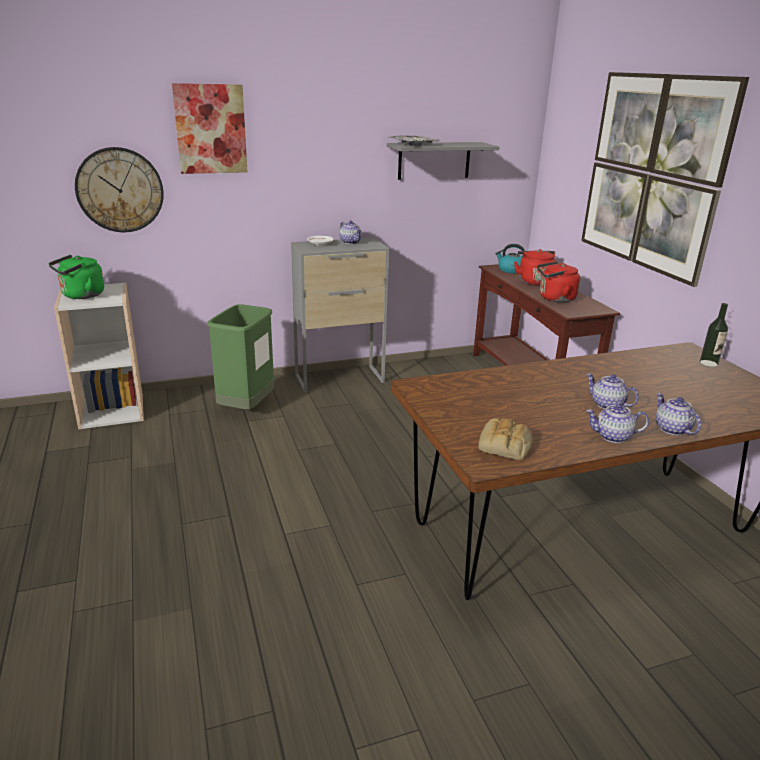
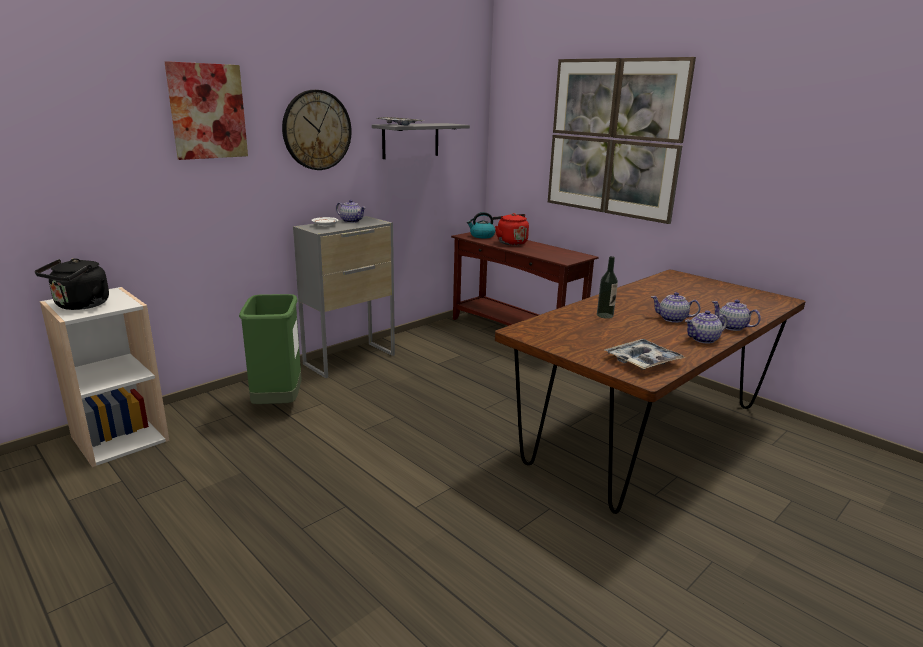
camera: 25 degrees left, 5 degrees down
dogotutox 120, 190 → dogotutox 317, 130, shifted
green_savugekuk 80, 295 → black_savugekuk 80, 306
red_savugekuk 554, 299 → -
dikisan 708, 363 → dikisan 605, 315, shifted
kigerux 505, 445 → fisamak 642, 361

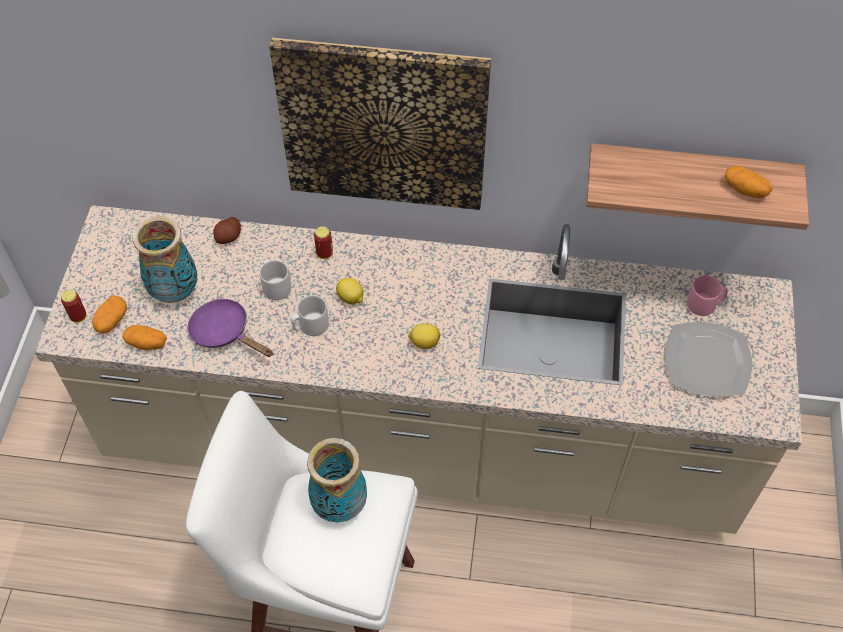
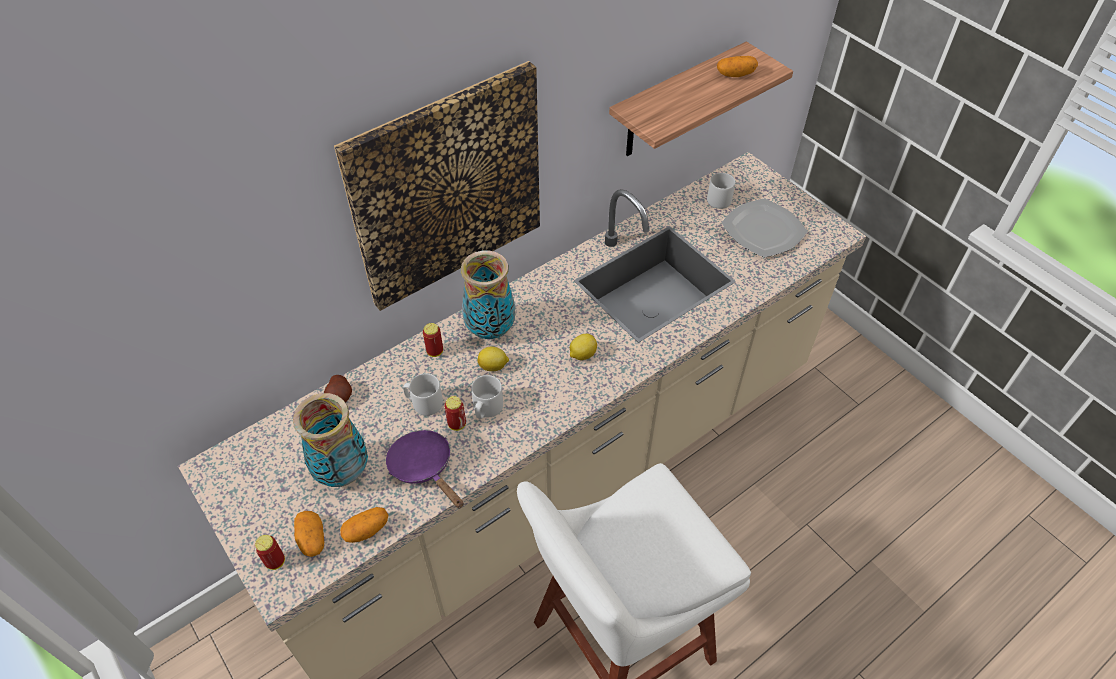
camera: 45 degrees left, 5 degrees down
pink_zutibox 704, 304 → grey_zutibox 721, 199
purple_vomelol 225, 333 → purple_vomelol 424, 468, 60 degrees clockwise
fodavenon 339, 505 → fodavenon 490, 330, shifted
- → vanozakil 457, 424

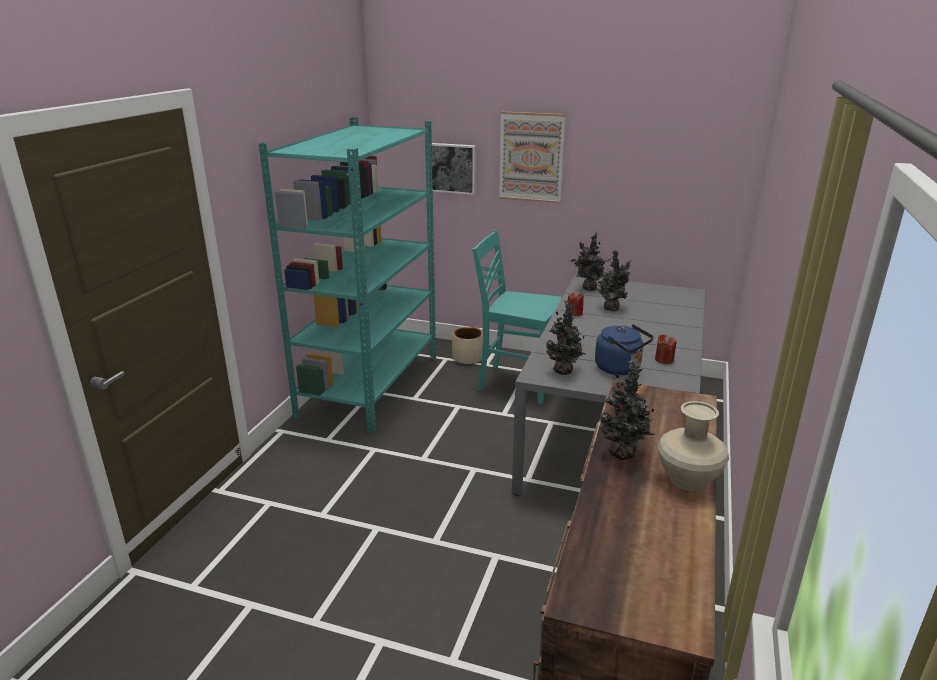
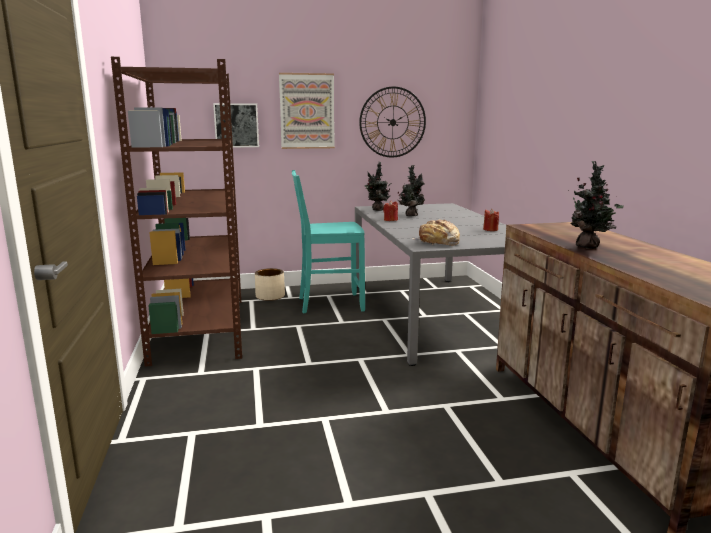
camera: 30 degrees left, 10 degrees down
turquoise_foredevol 370, 385 → brown_foredevol 200, 329
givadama 564, 372 → kigerux 438, 242
blue_savugekuk 620, 369 → -
beige_fodavenon 687, 479 → -
- → dogotutox 392, 122

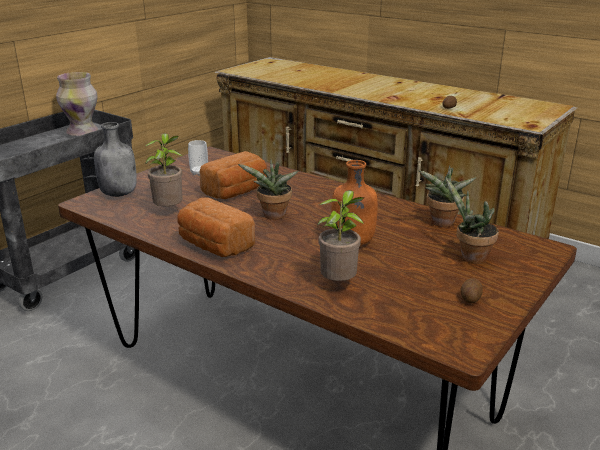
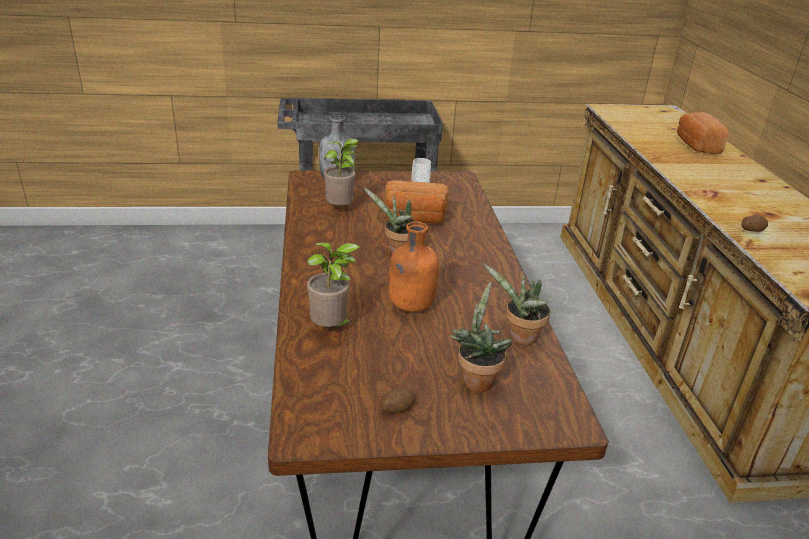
camera: 45 degrees right, 5 degrees up
fodavenon 82, 132 → -
kigerux 214, 245 → kigerux 695, 145, shifted

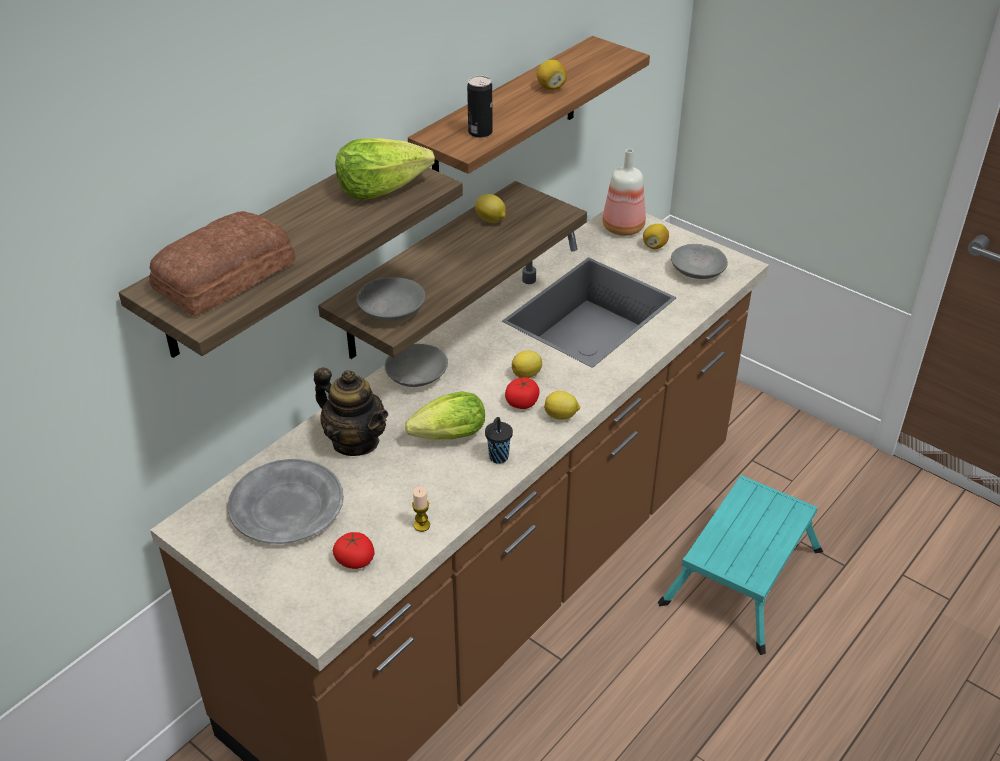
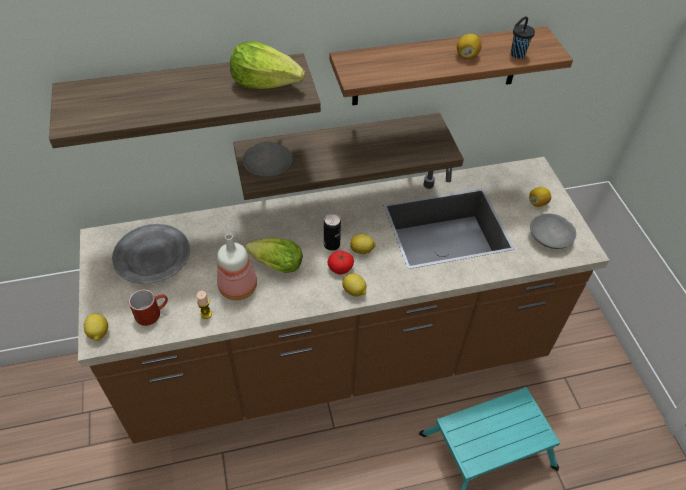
camera: 35 degrees right, 10 degrees up
vanozakil 480, 132 → vanozakil 331, 244, shifted
dikisan 622, 227 → dikisan 238, 286, shifted
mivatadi 491, 220 → mivatadi 98, 333, shifted
kigerux 222, 276 → -
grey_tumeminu 415, 376 → -
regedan 355, 441 → -
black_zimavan 498, 458 → black_zimavan 516, 55, shifted
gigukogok 355, 560 → red_zutibox 152, 312

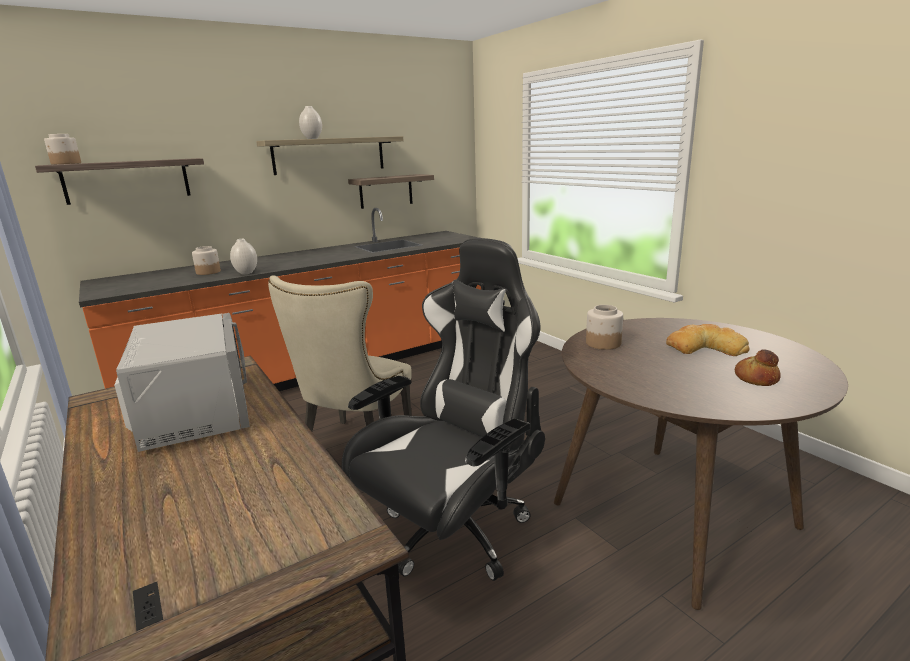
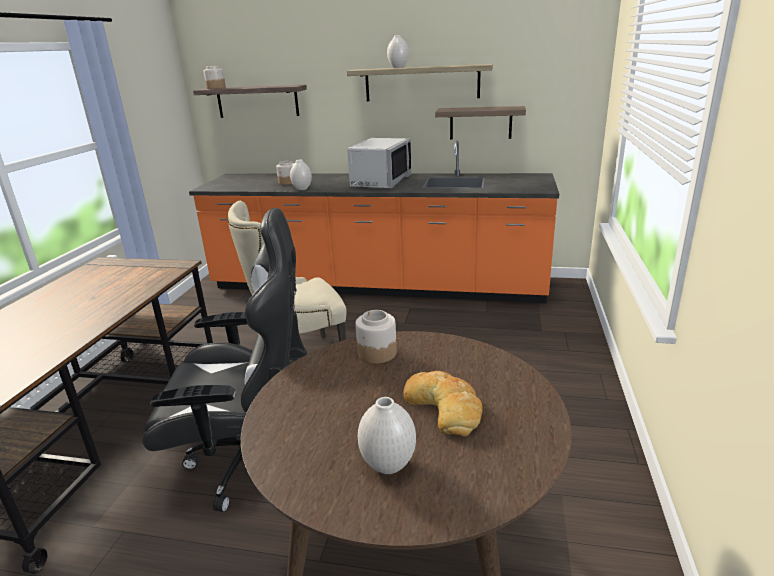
camera: 45 degrees right, 5 degrees up
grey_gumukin 194, 413 → grey_gumukin 380, 181, shifted
kigerux 755, 378 → white_fodavenon 387, 465

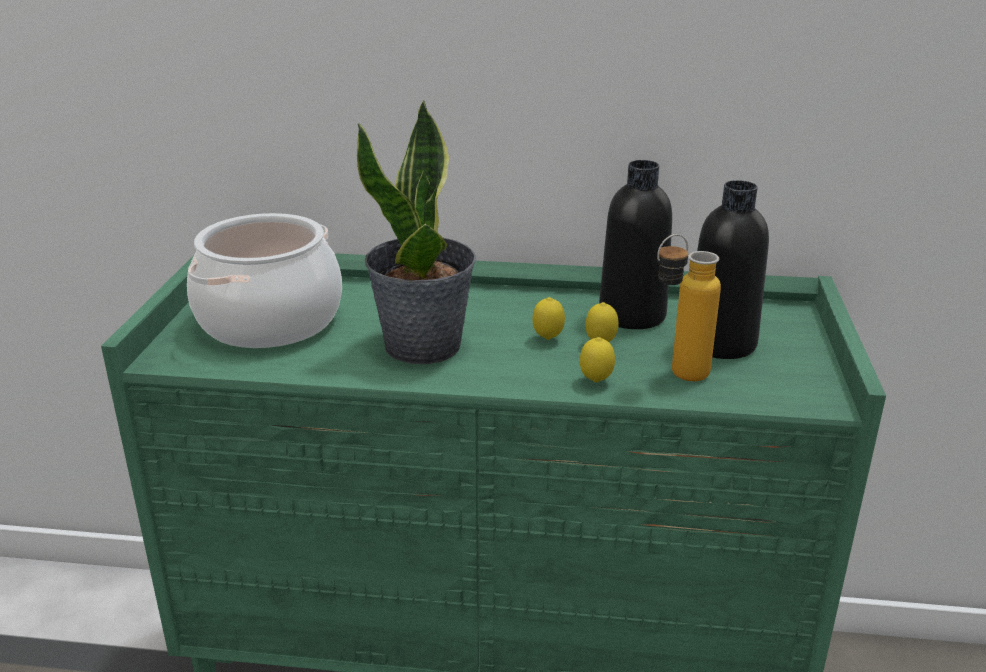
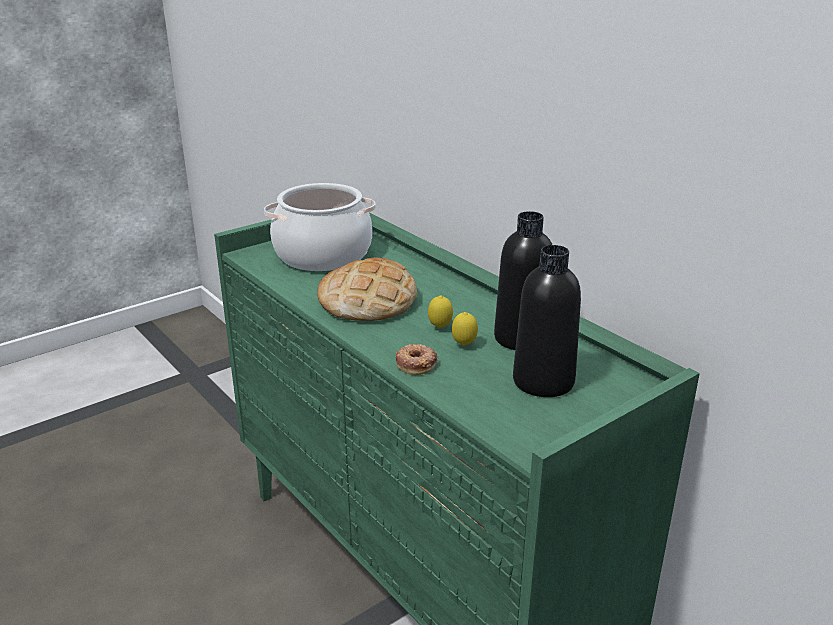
camera: 45 degrees right, 0 degrees up
givadama 424, 346 → kigerux 368, 300
dikisan 676, 376 → -
mivatadi 596, 382 → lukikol 416, 363

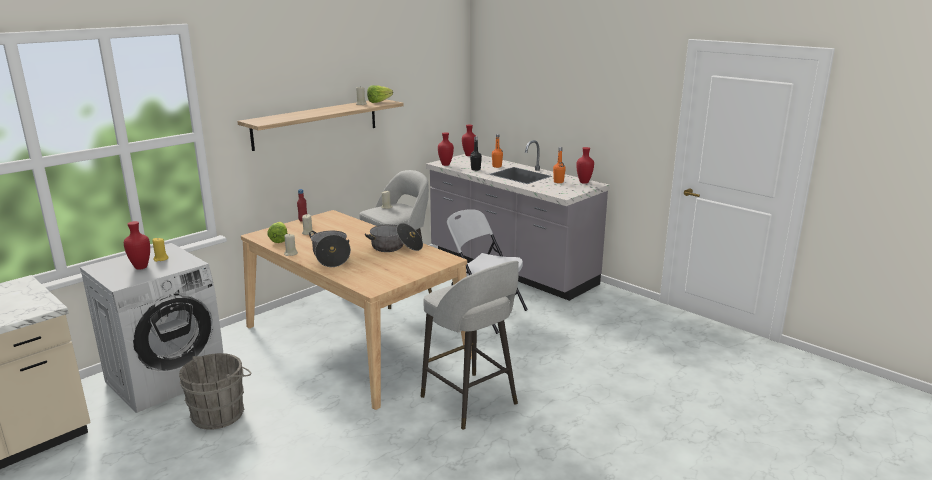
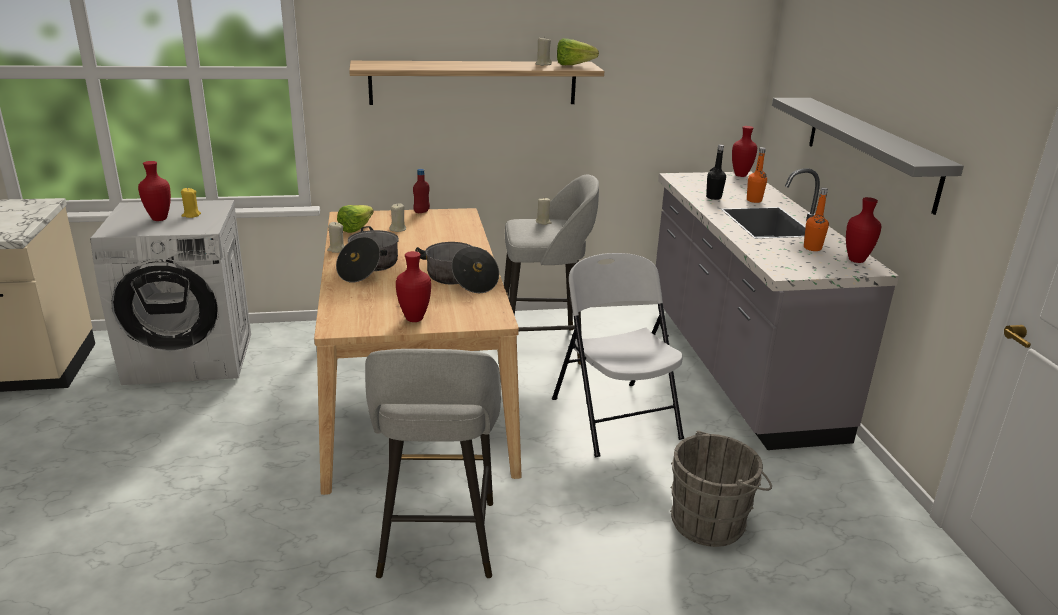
camera: 35 degrees right, 5 degrees up
red_fodavenon 445, 165 → red_fodavenon 413, 319, shifted
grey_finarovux 221, 413 → grey_finarovux 712, 521, shifted
- → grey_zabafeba 870, 151

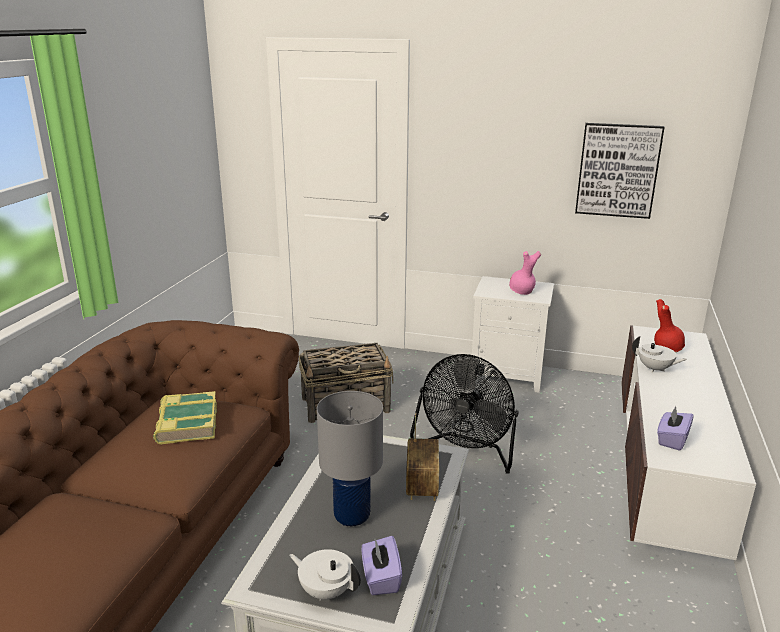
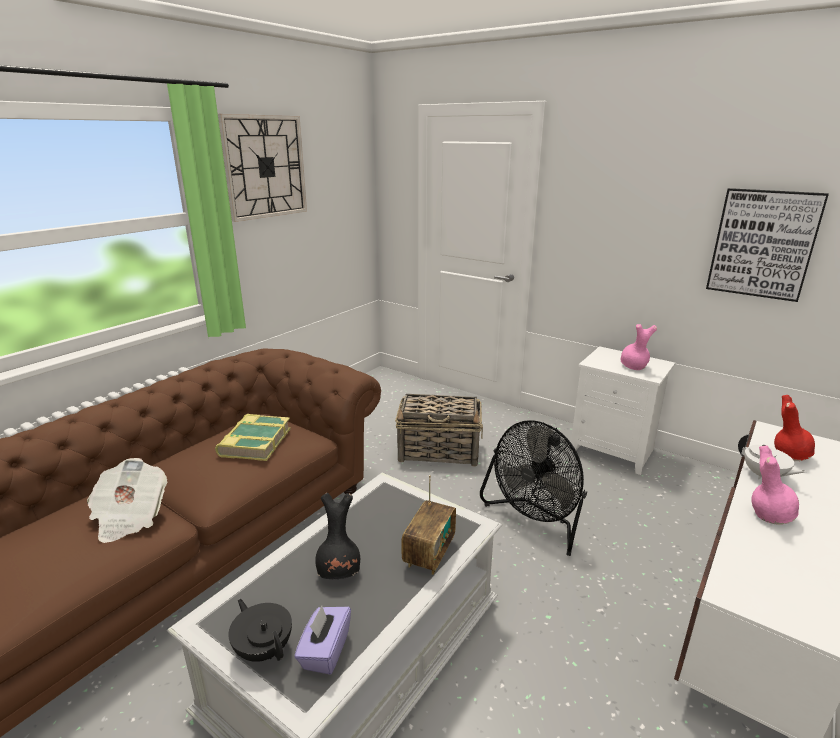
camera: 20 degrees right, 0 degrees up
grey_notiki 352, 517 → black_fodavenon 340, 572
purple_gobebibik 672, 439 → -
white_regedan 326, 590 → black_regedan 264, 648
- → dogotutox 265, 167
- → pink_fodavenon 768, 515
- → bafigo 130, 516

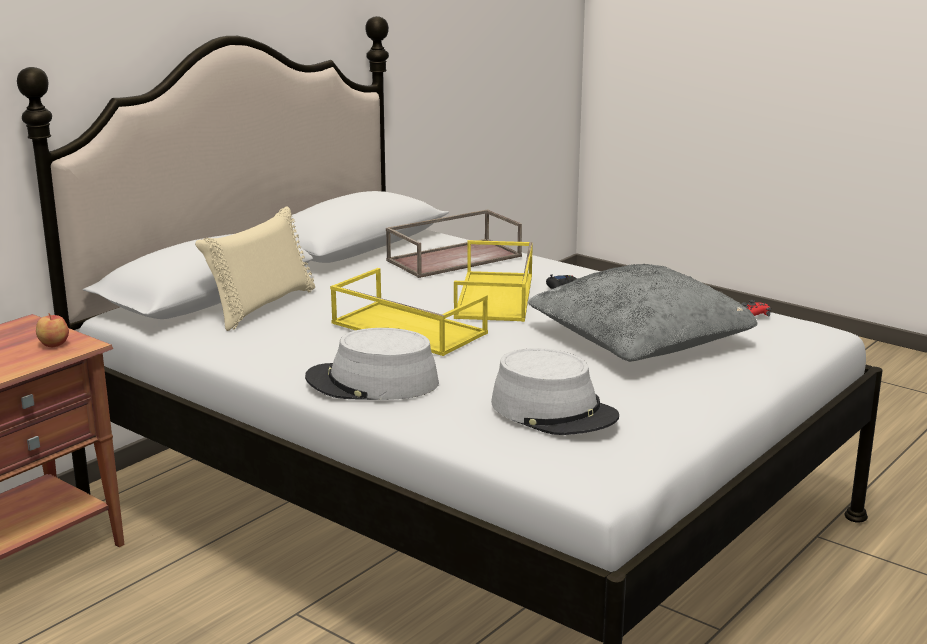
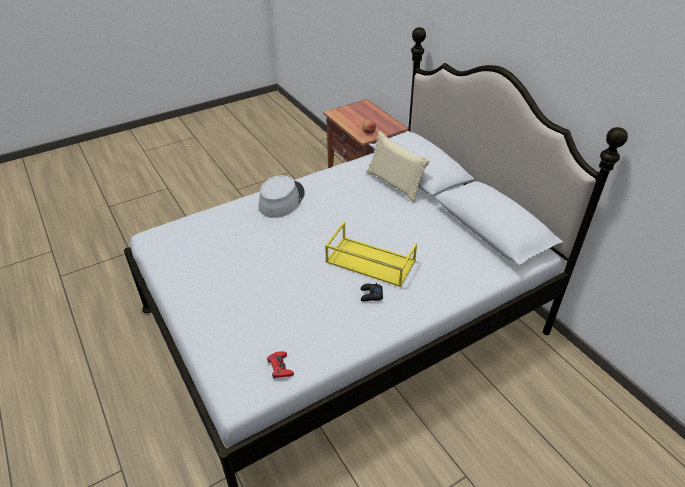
camera: 110 degrees right, 20 degrees up
brown_fisamak 454, 258 → -
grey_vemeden 641, 338 → -
yellow_fisamak 406, 328 → -
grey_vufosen 554, 411 → -

